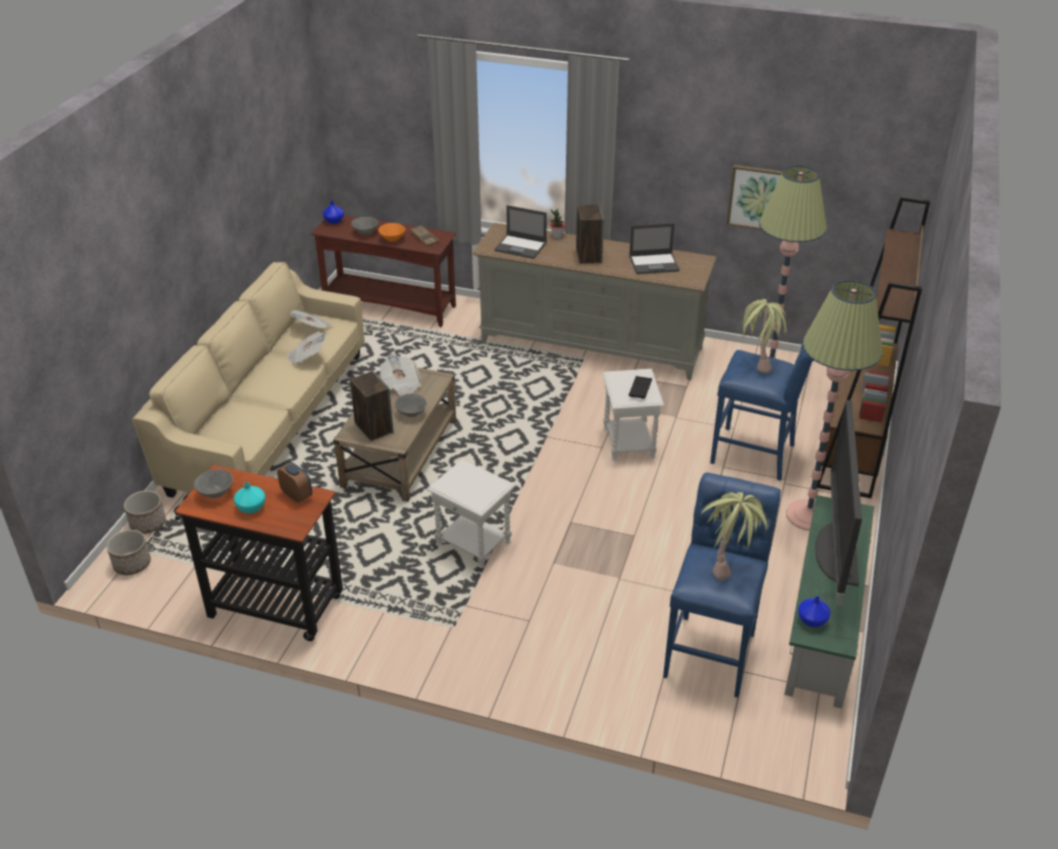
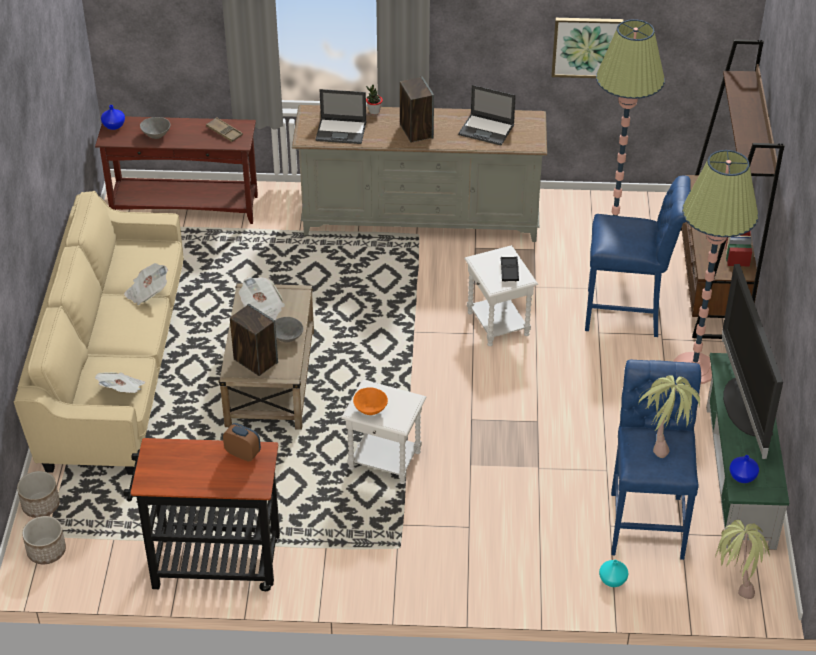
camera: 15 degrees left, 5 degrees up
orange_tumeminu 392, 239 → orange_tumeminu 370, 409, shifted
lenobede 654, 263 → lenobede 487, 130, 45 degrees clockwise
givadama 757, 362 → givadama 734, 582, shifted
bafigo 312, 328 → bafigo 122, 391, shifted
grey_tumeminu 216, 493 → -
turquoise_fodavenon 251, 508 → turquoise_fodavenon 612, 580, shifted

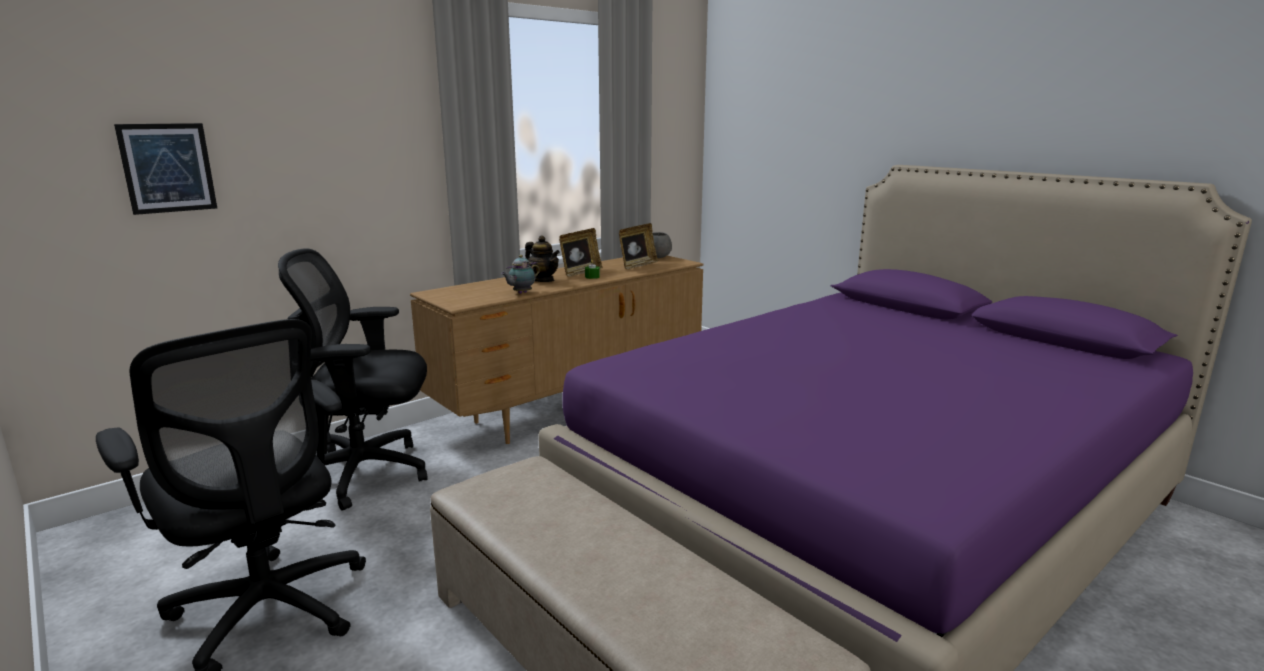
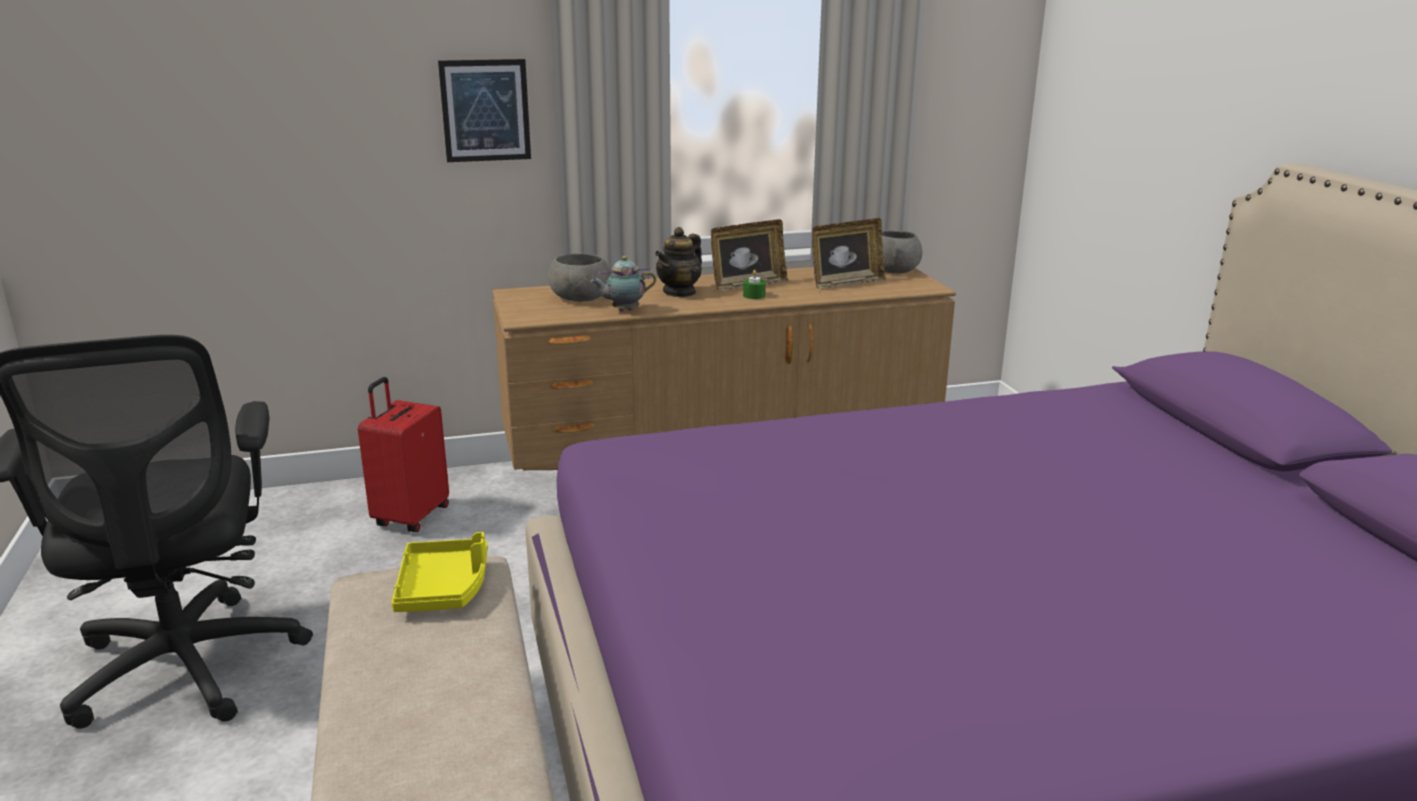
camera: 25 degrees right, 5 degrees up
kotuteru 168, 168 → kotuteru 485, 110, shifted
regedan 543, 280 → regedan 679, 292, 60 degrees clockwise
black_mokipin 371, 471 → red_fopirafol 410, 517
- → grey_tumeminu 581, 298
- → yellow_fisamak 443, 588

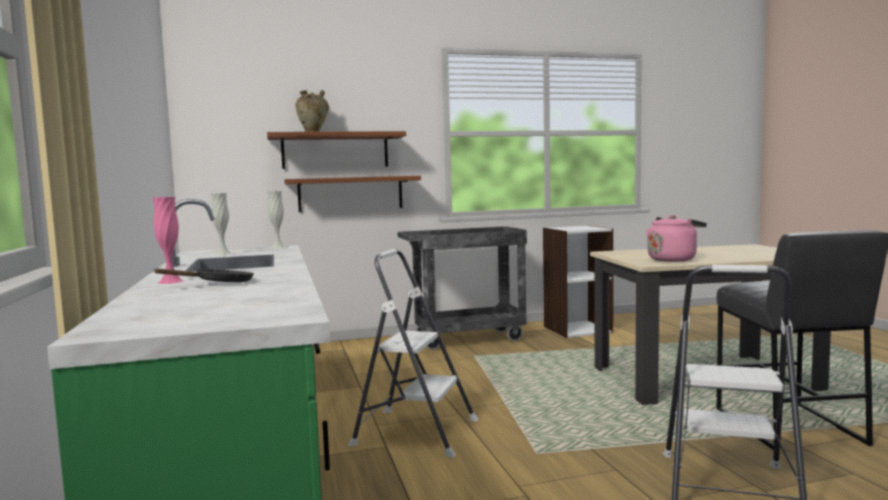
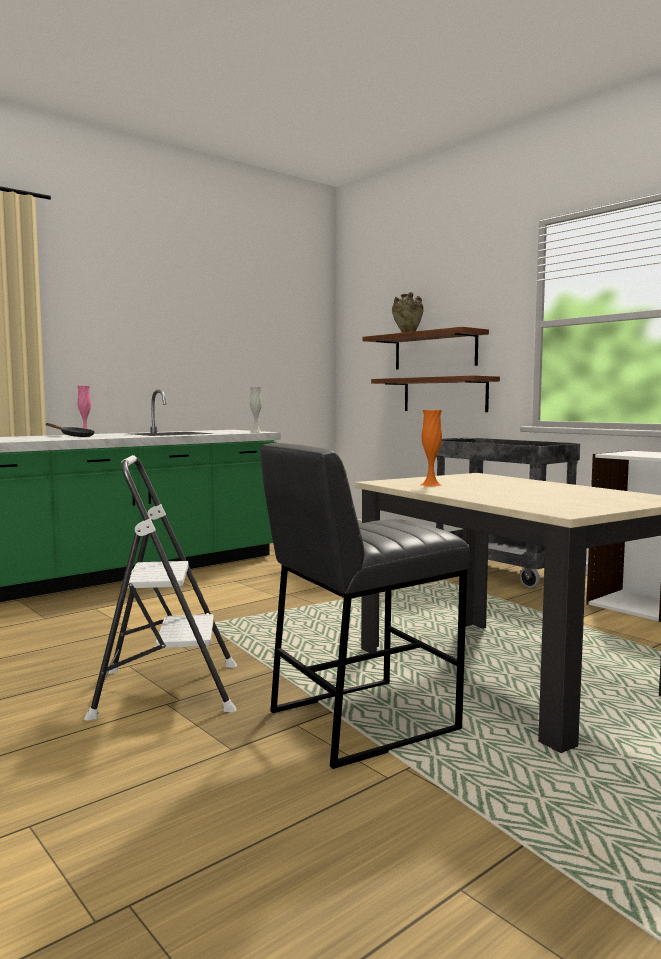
camera: 65 degrees right, 0 degrees up
white_fodavenon 223, 254 → -
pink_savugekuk 673, 259 → orange_fodavenon 430, 485
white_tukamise 412, 431 → -

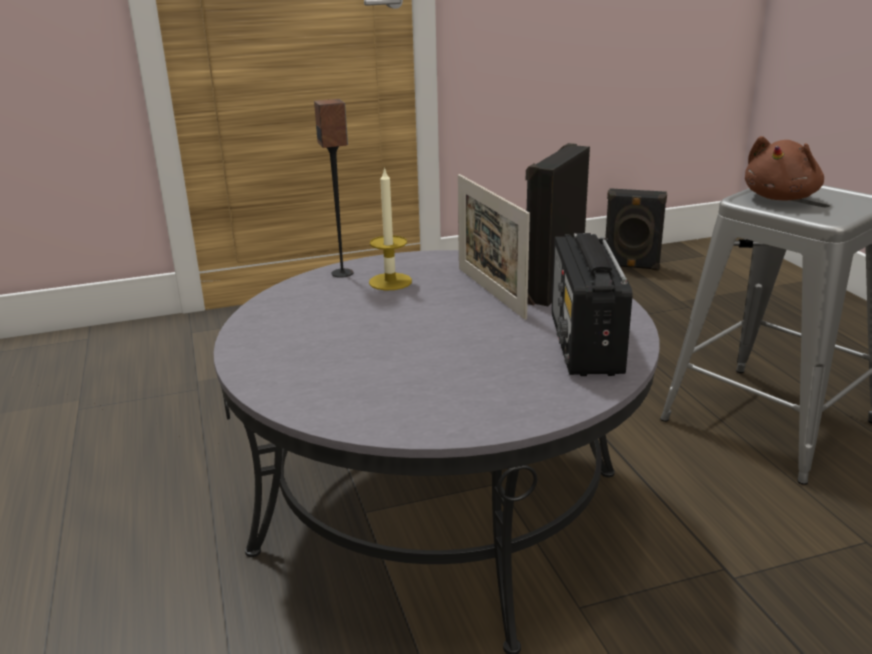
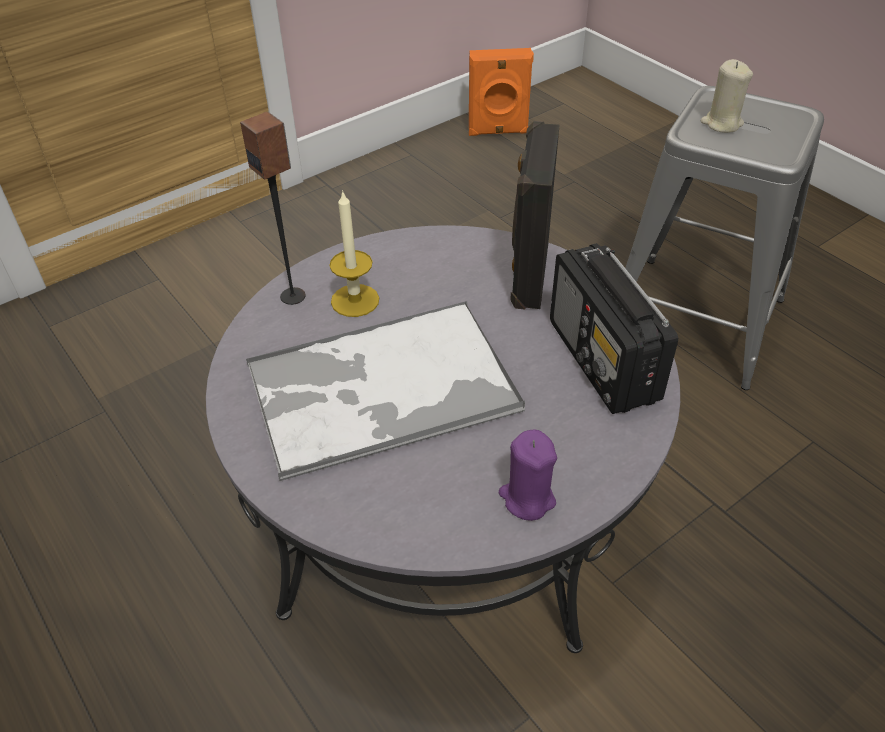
camera: 20 degrees left, 20 degrees up
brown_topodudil 781, 198 → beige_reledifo 721, 123
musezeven 490, 292 → -
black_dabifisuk 631, 266 → orange_dabifisuk 498, 132
- → fisamak 380, 389
- → purple_reledifo 527, 498

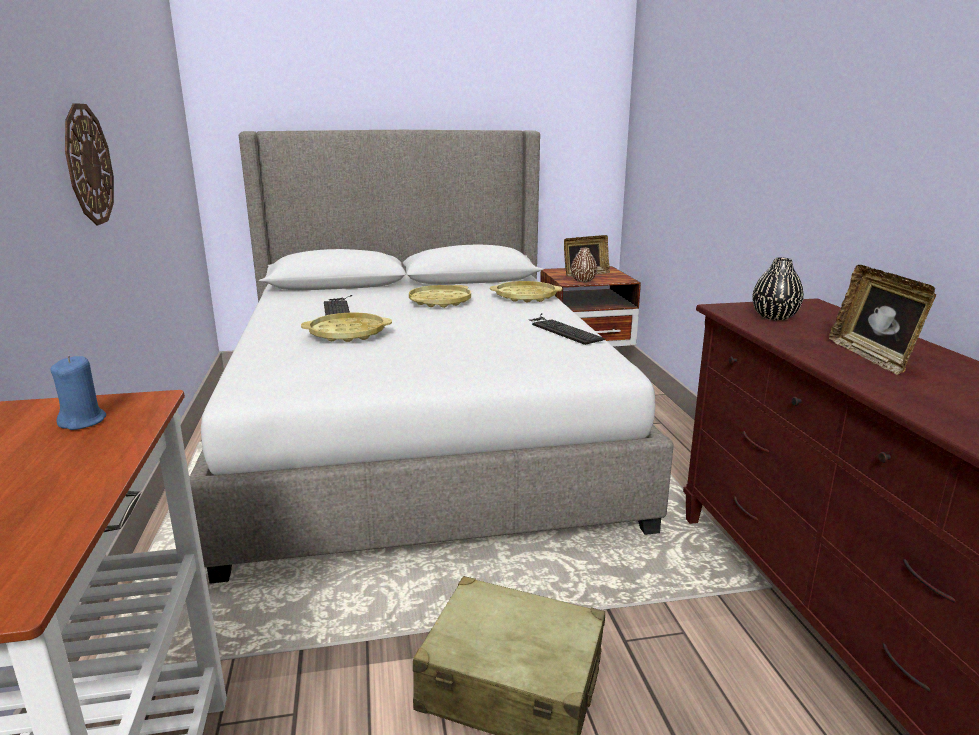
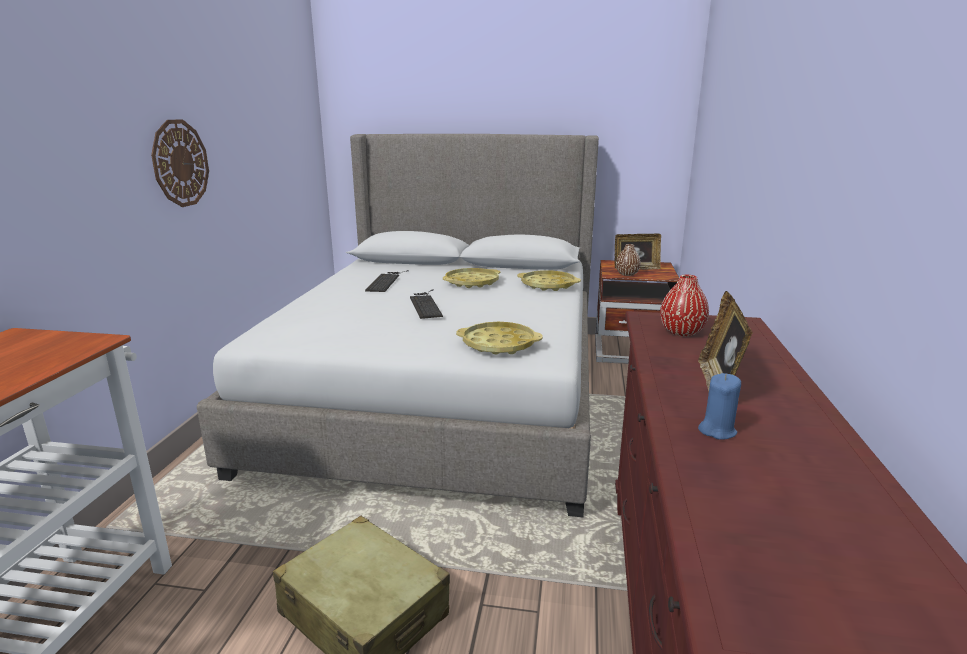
camera: 20 degrees right, 0 degrees up
black_fodavenon 774, 317 → red_fodavenon 681, 332
yellow_fisamak 347, 333 → yellow_fisamak 498, 344, shifted
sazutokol 561, 329 → sazutokol 425, 304, shifted
blue_reledifo 83, 421 → blue_reledifo 717, 430, shifted

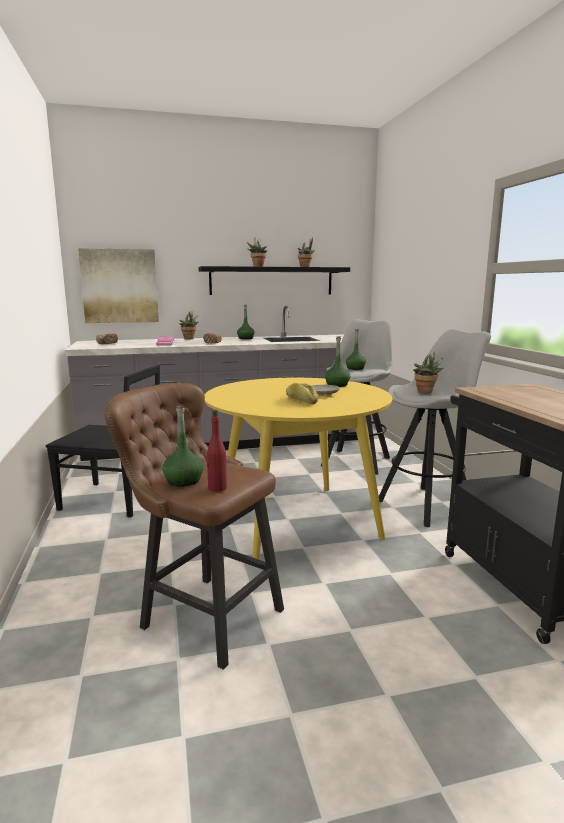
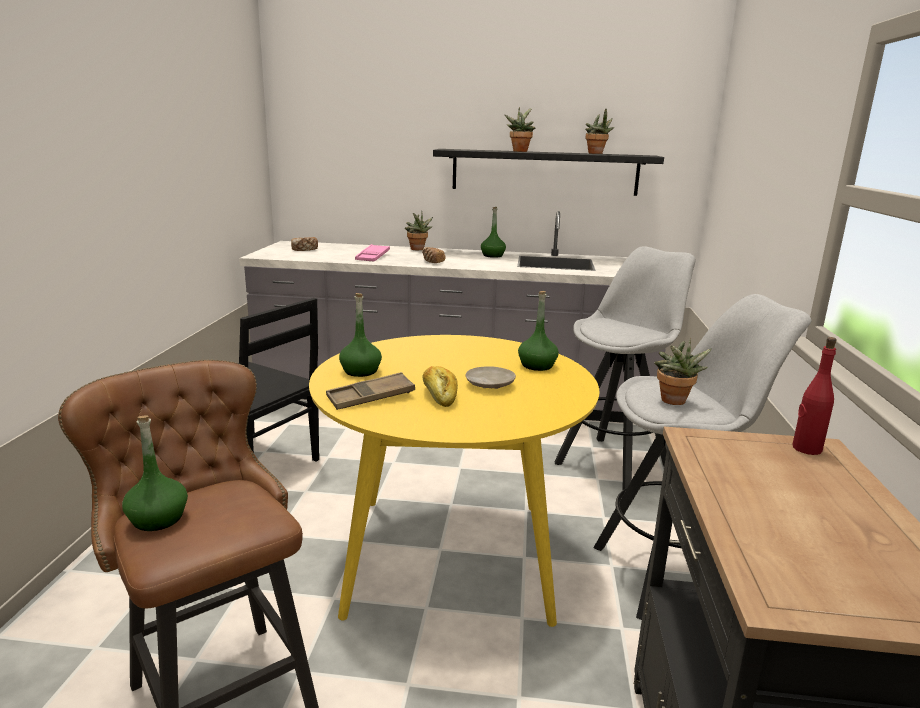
camera: 20 degrees right, 5 degrees up
kotuteru 120, 286 → -
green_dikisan 355, 368 → green_dikisan 360, 371, shifted
red_dikisan 217, 488 → red_dikisan 806, 449, shifted
- → brown_fisamak 371, 397

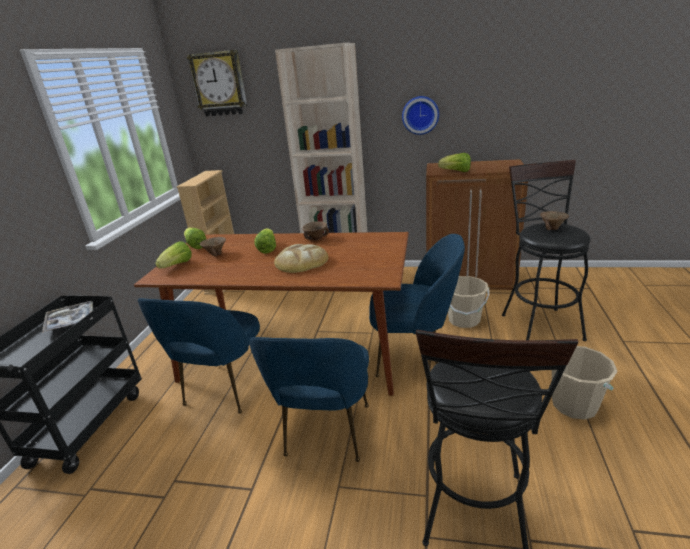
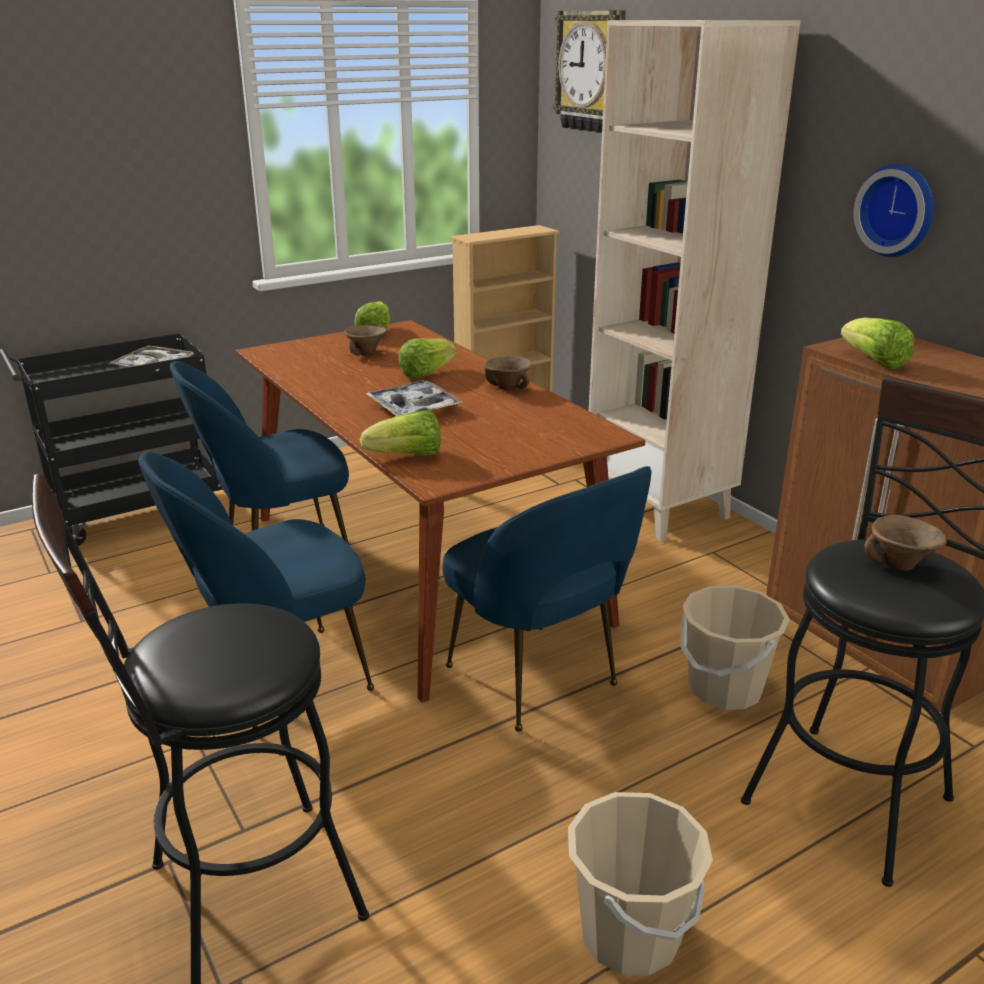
camera: 45 degrees right, 0 degrees up
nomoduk 177, 265 → nomoduk 407, 456, shifted
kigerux 301, 262 → fisamak 414, 408

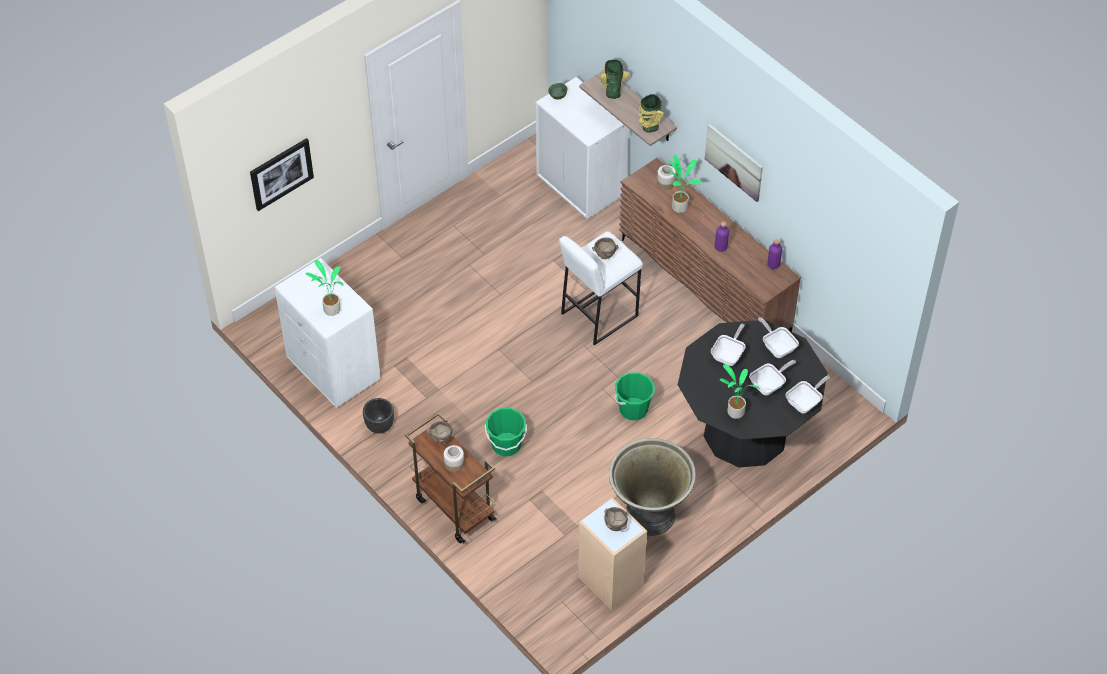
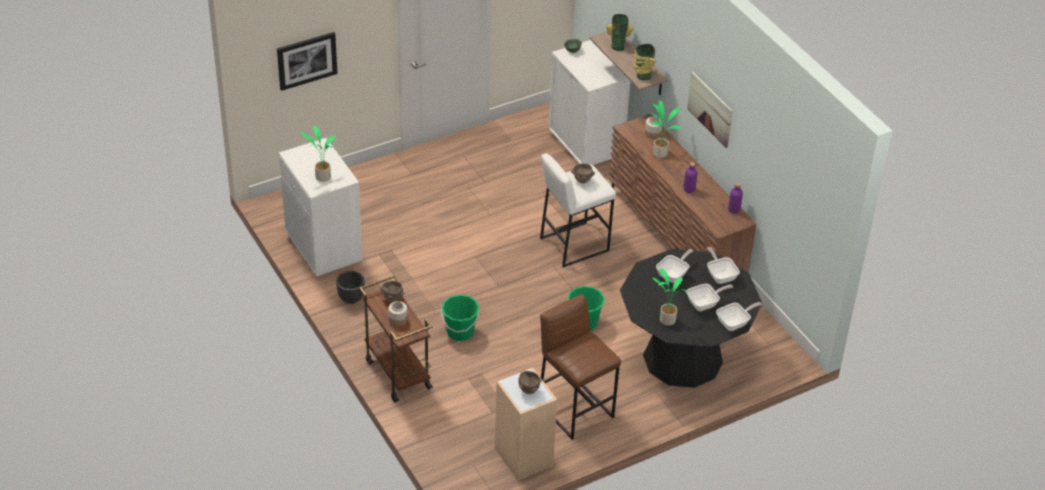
camera: 10 degrees right, 10 degrees down
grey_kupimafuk 649, 514 → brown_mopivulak 575, 409

